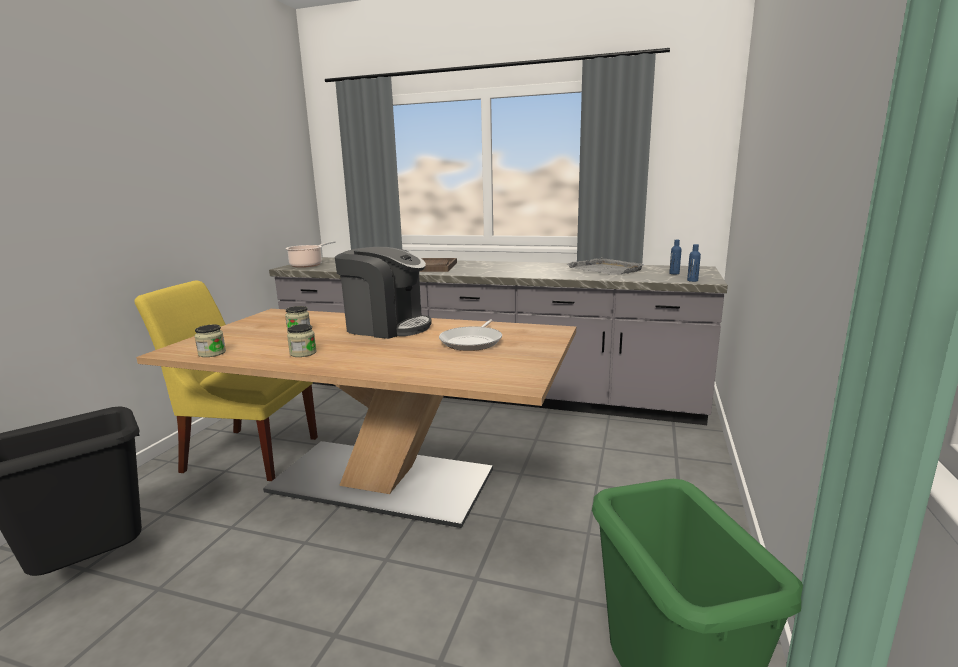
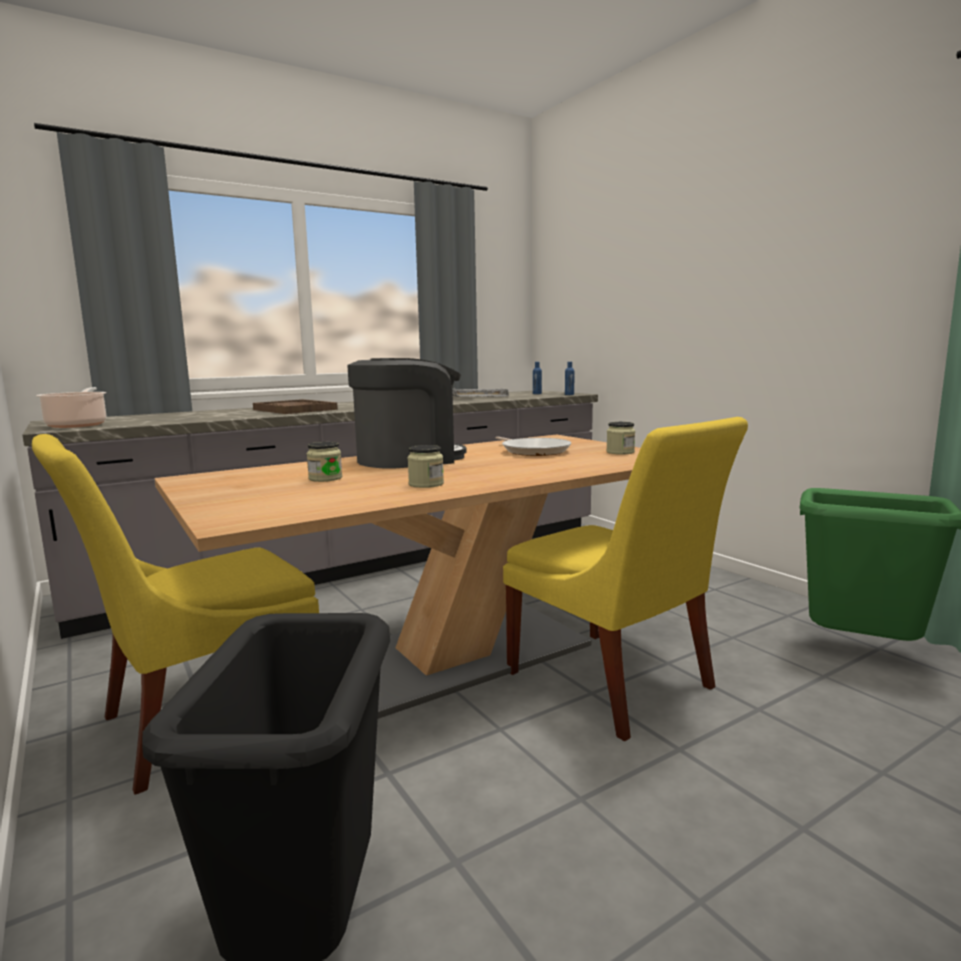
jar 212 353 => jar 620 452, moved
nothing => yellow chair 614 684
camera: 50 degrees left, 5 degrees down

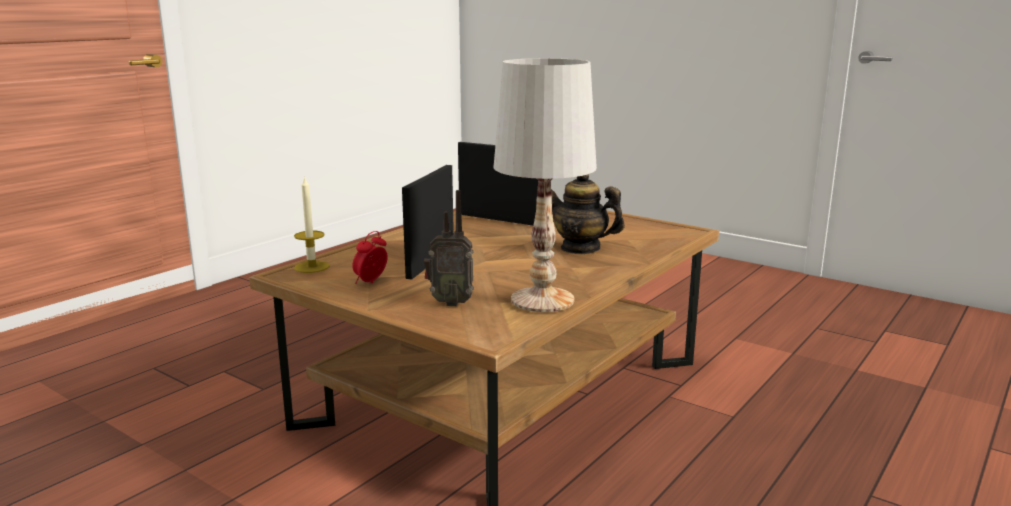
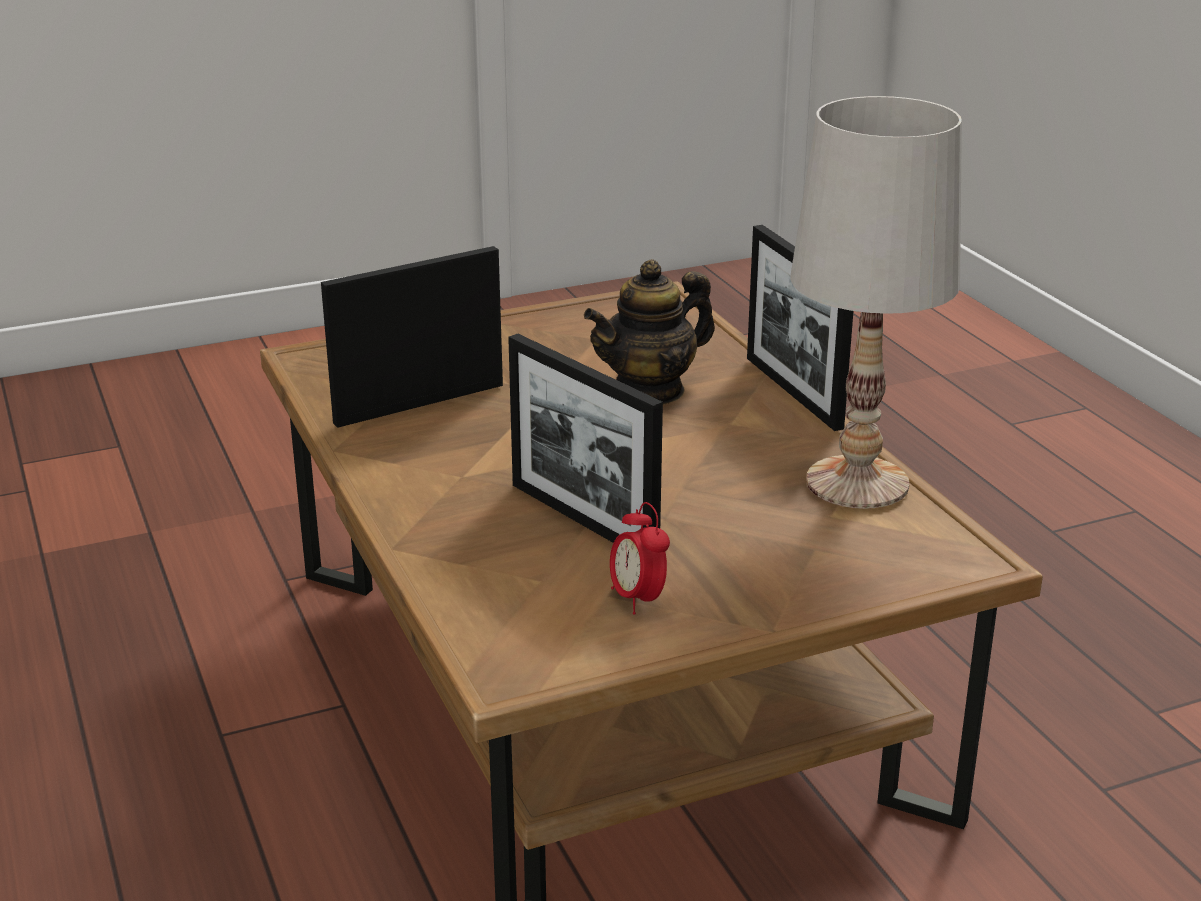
candle 311 267 => nothing
radio 450 302 => nothing
nothing => picture frame 793 392
camera: 60 degrees left, 10 degrees up

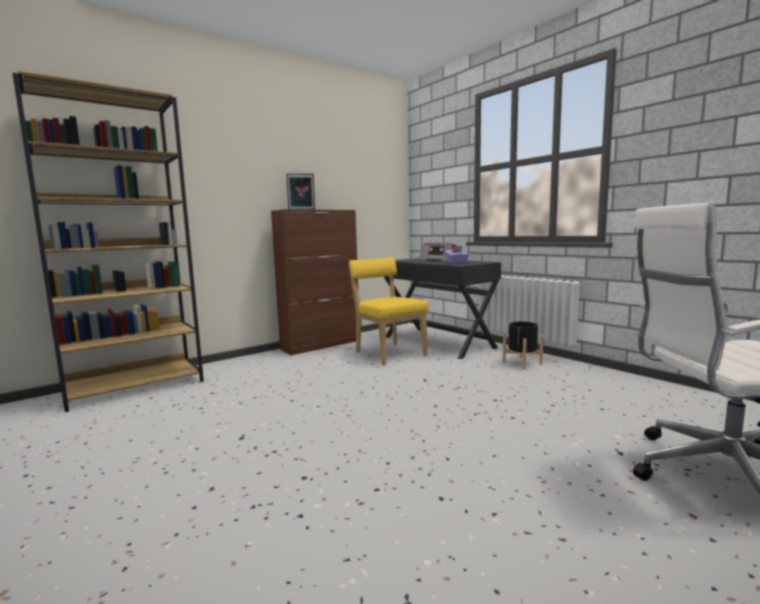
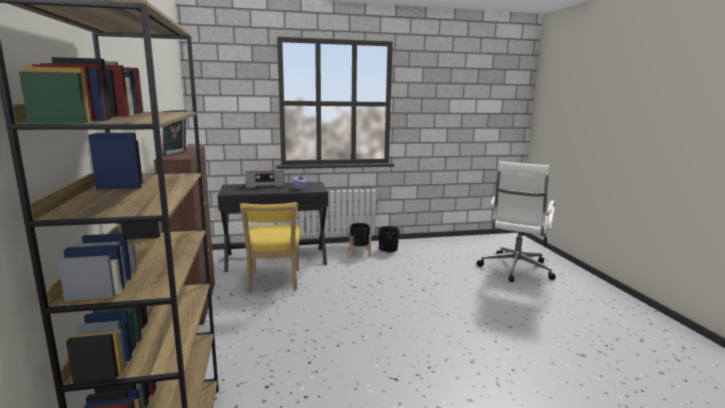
yellow chair 388 353 => yellow chair 273 282, 90 degrees counterclockwise
nothing => black planter 388 249
camera: 65 degrees left, 5 degrees up

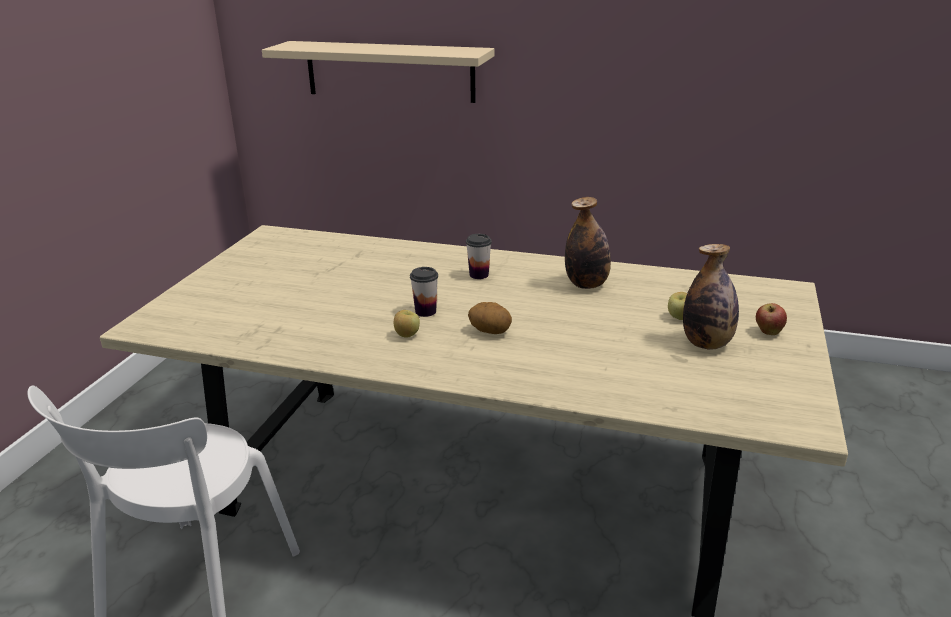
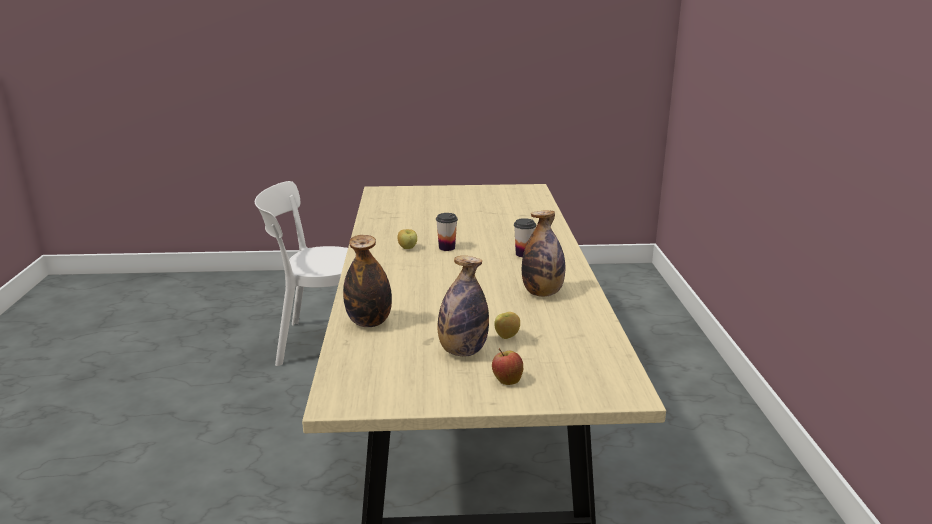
beige shelf 389 71 => nothing
potato 490 331 => nothing
nothing => bottle 369 322
camera: 70 degrees right, 5 degrees down

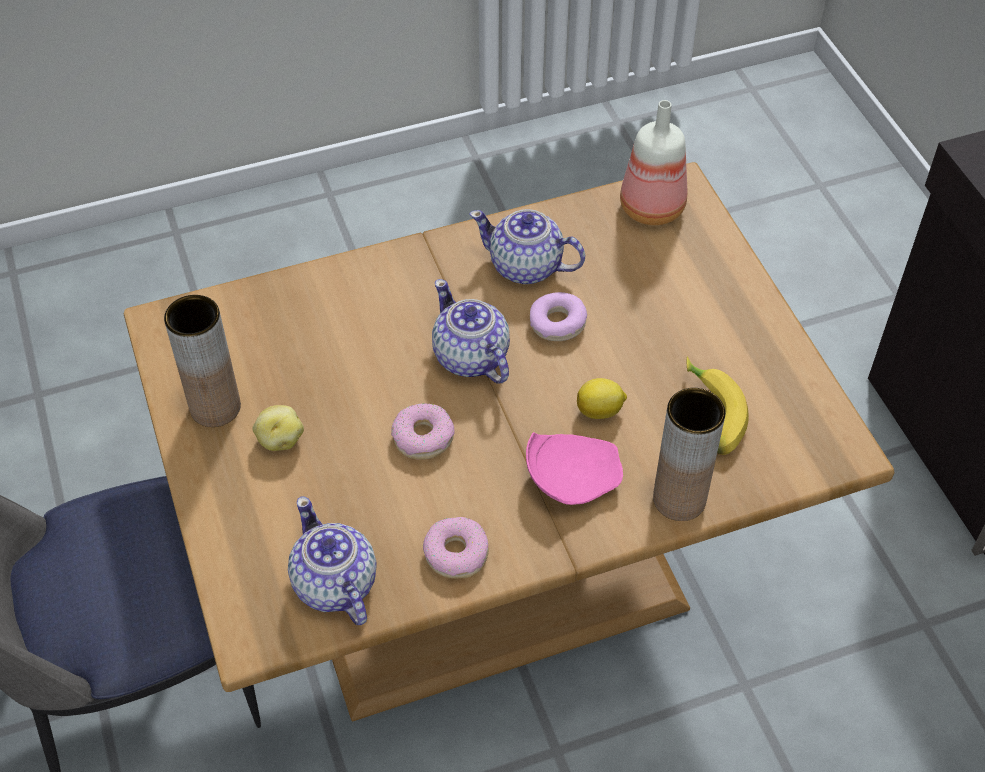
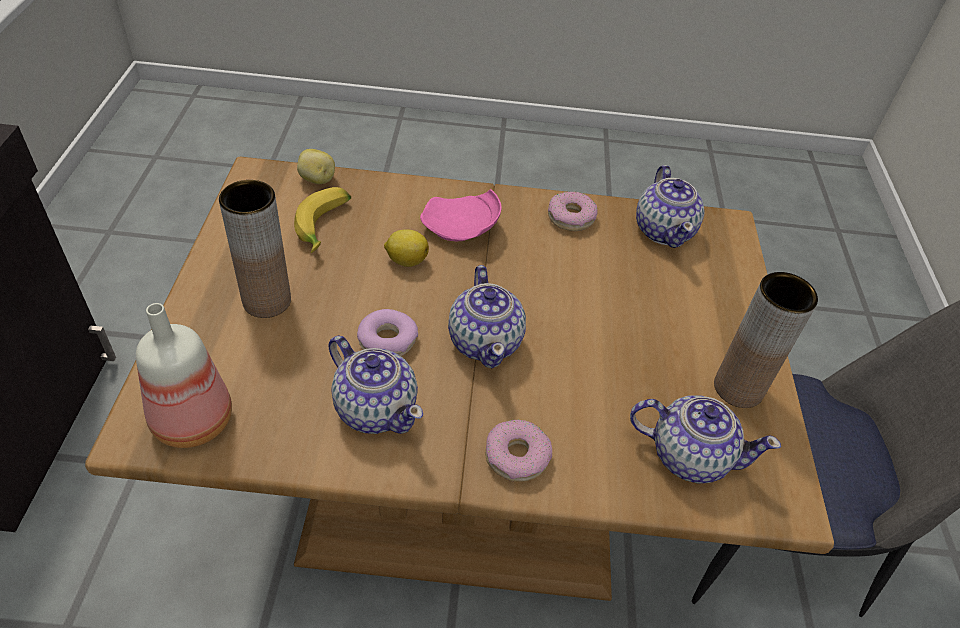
brown vase 679 499 => brown vase 267 301, moved
donut 423 437 => donut 517 456, moved
potato 280 439 => potato 317 180, moved
nothing => teapot 688 455
camera: 160 degrees left, 5 degrees down

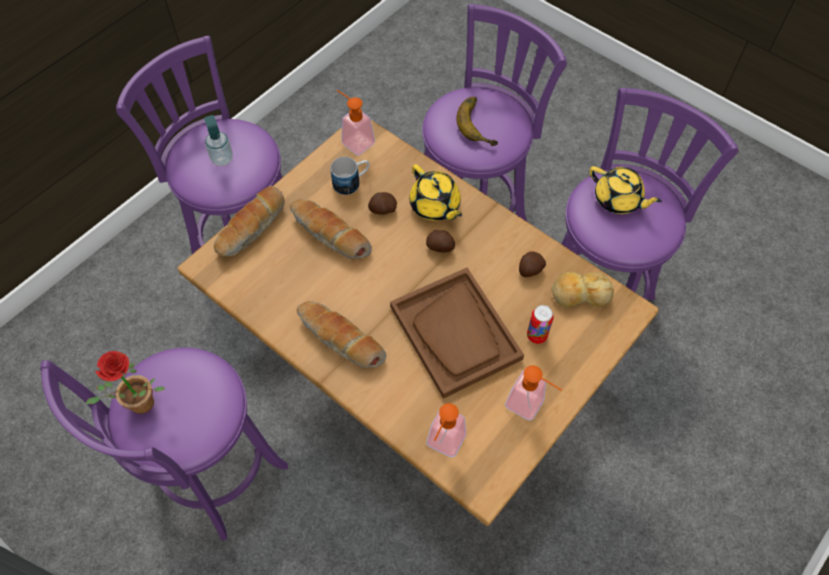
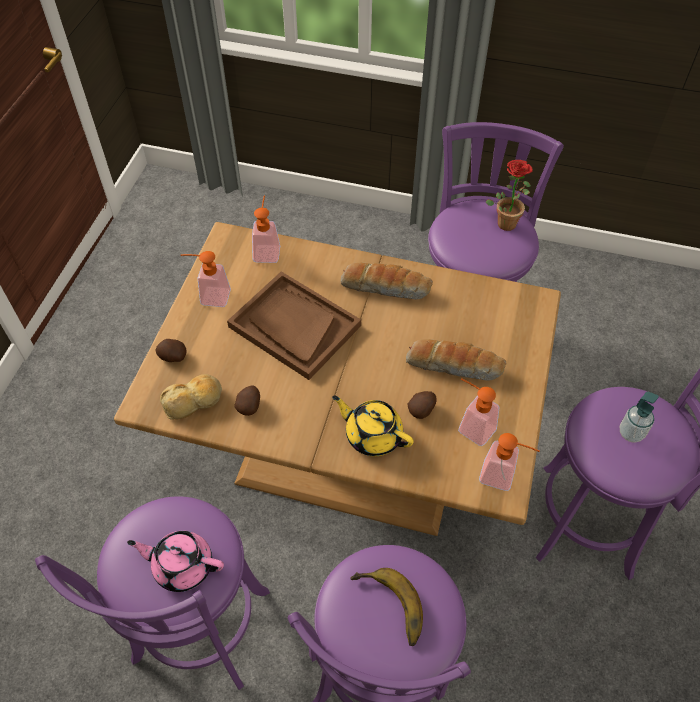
mug 352 182 => soap dispenser 471 426
yellow teapot 618 200 => pink teapot 182 565
bread 252 228 => nothing
potato 440 247 => potato 172 357, moved
can 536 336 => nothing
camera: 155 degrees right, 5 degrees down

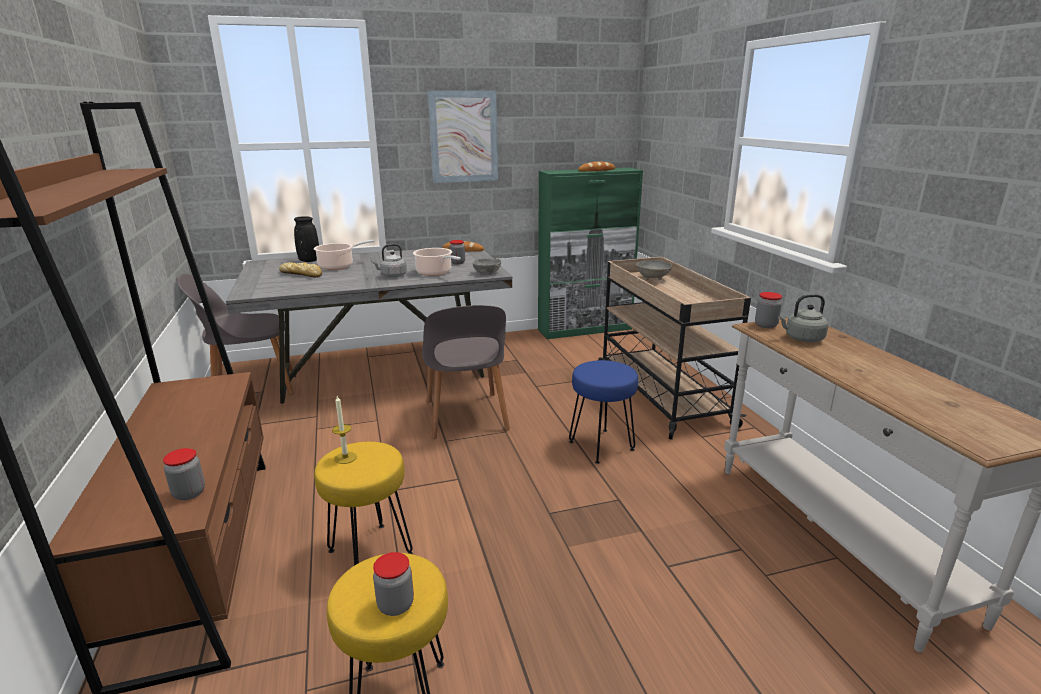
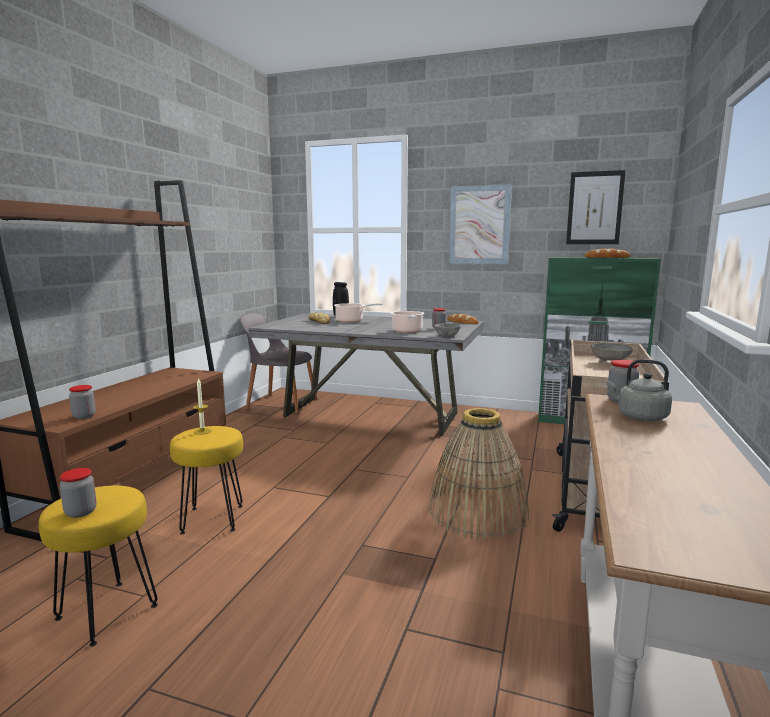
grey kettle 392 276 => nothing
grey chair 466 416 => nothing
blue stool 601 445 => basket 477 513
nothing => picture 594 208
camera: 35 degrees right, 10 degrees down

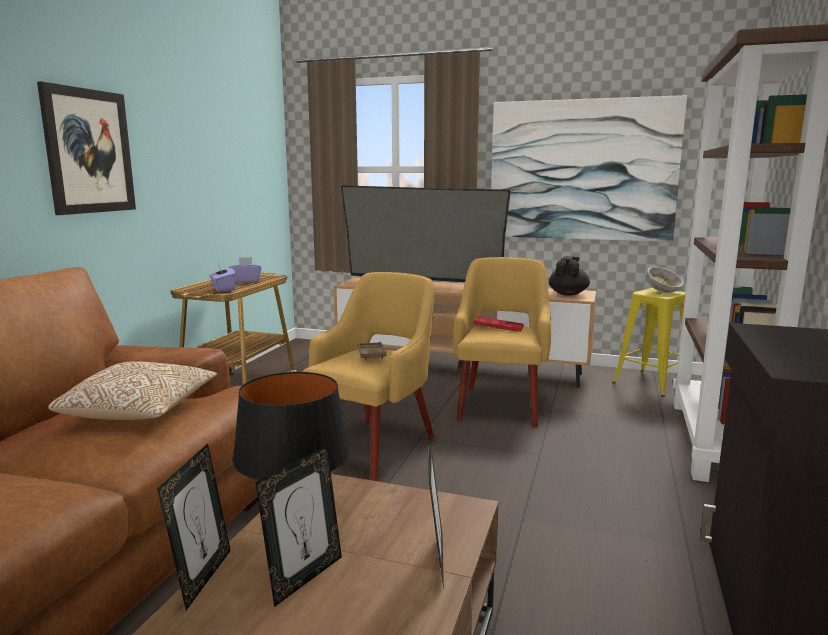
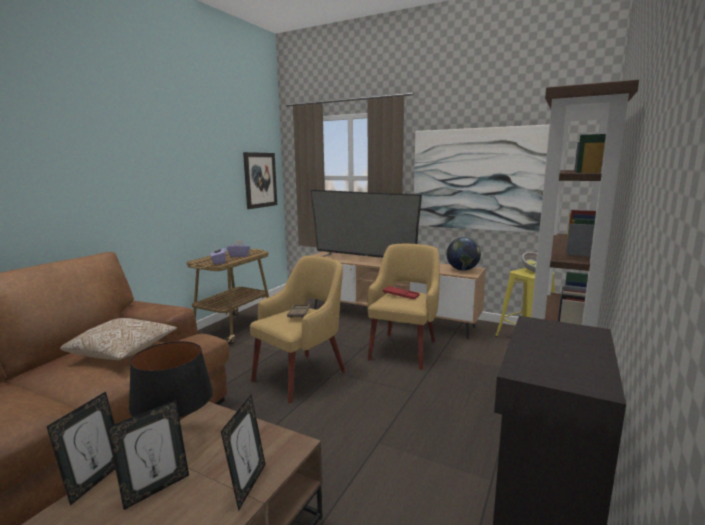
picture 89 151 => picture 260 180, moved
black teapot 568 294 => globe 462 270
camera: 10 degrees right, 0 degrees up

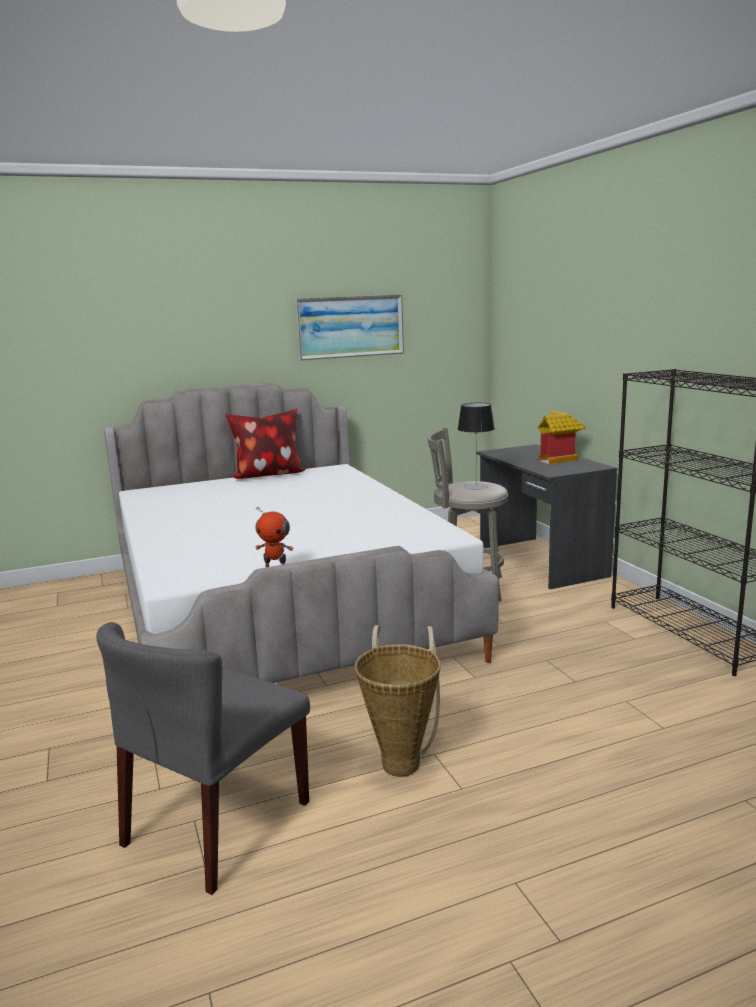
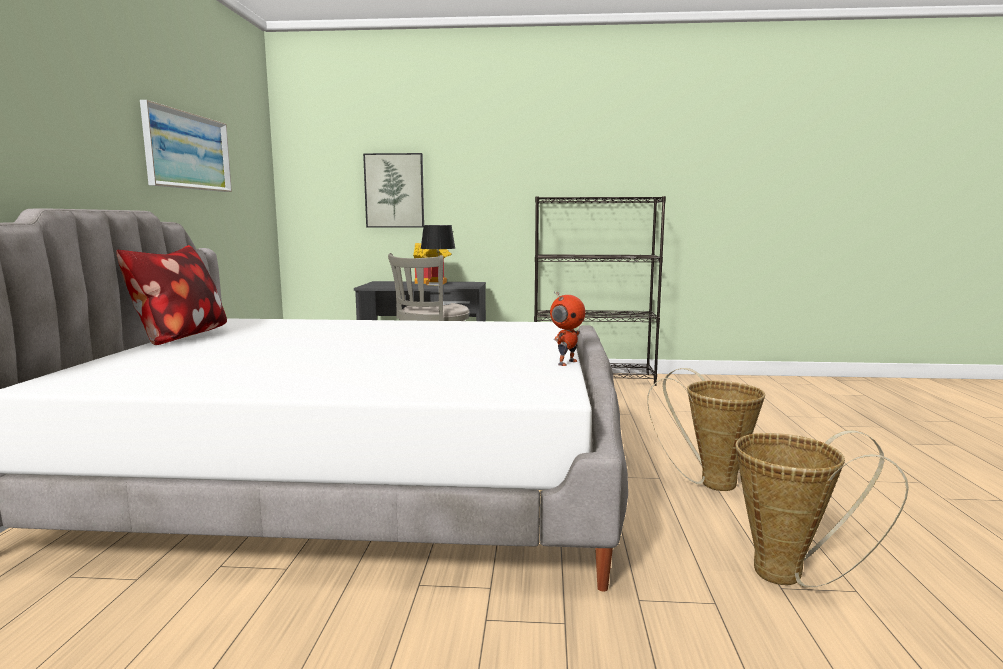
grey chair 217 824 => basket 790 576
nothing => picture 394 191
camera: 65 degrees left, 5 degrees down

